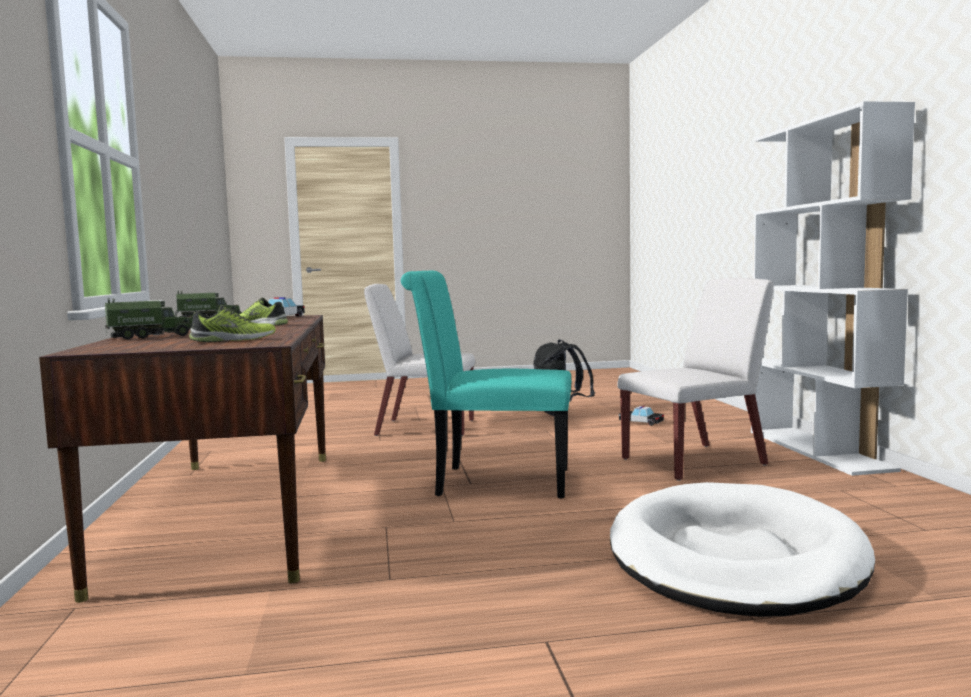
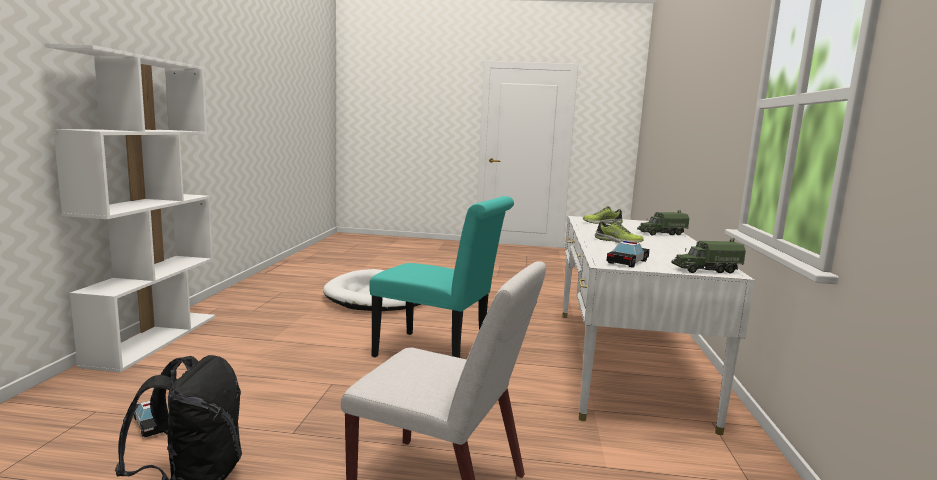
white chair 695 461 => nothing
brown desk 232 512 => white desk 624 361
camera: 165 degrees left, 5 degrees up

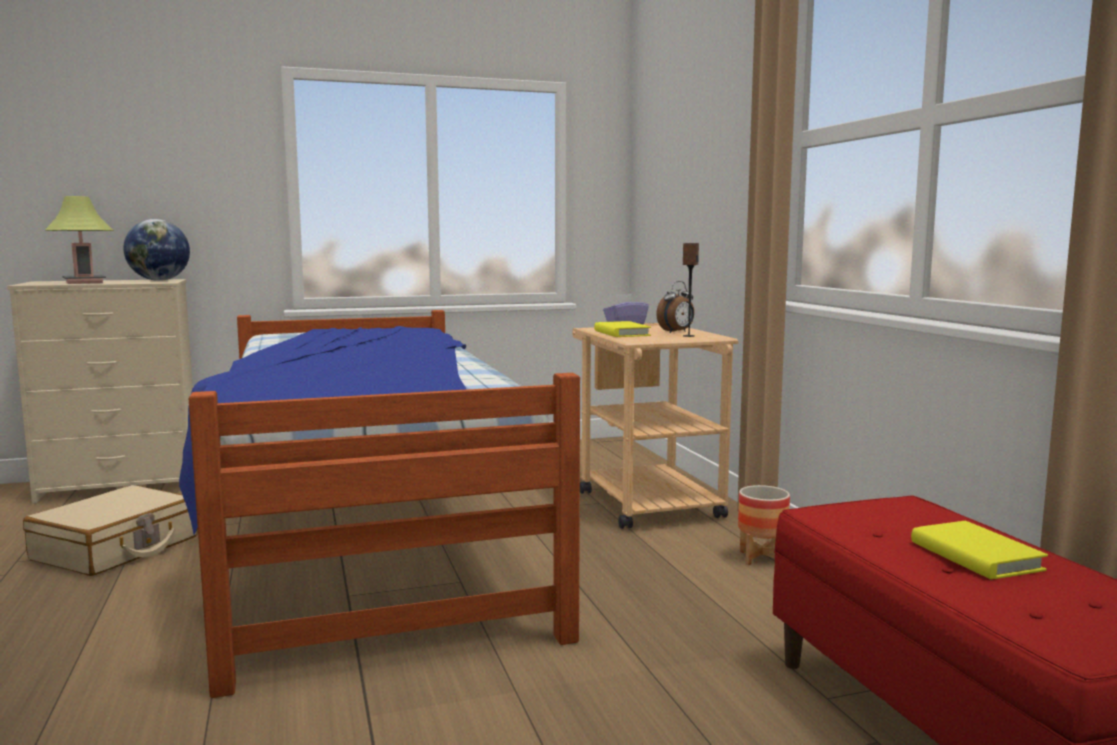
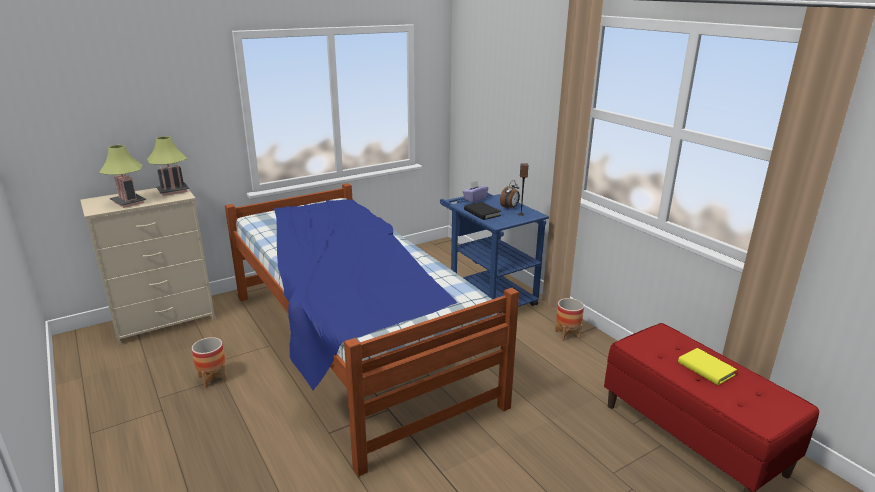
globe 159 280 => table lamp 173 191
yellow book 621 333 => black book 482 213
beige cart 643 500 => blue cart 487 295
beige suitcase 116 549 => planter 213 378
camera: 15 degrees left, 15 degrees up

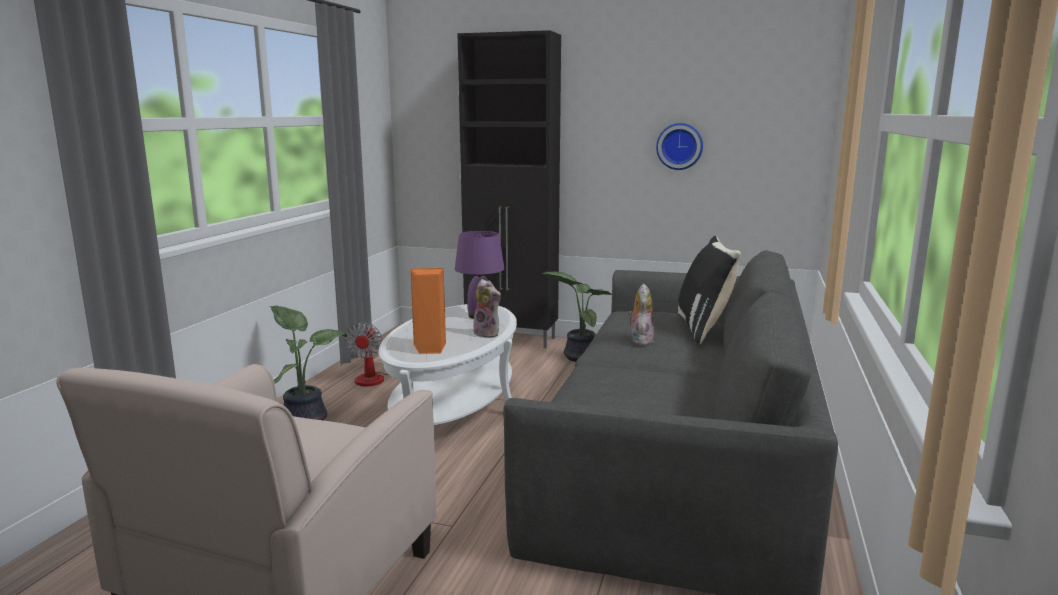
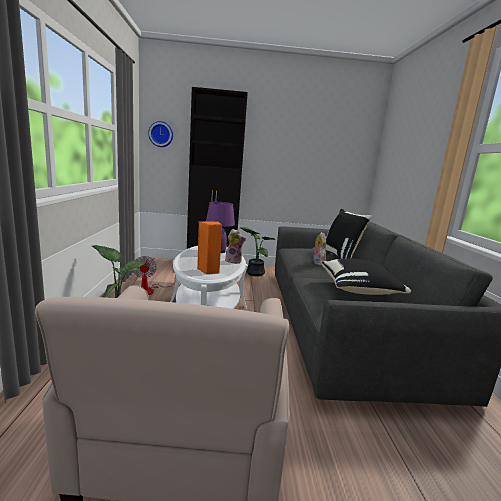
wall clock 679 146 => wall clock 161 134, moved
nothing => black pillow 359 290
camera: 20 degrees left, 0 degrees up

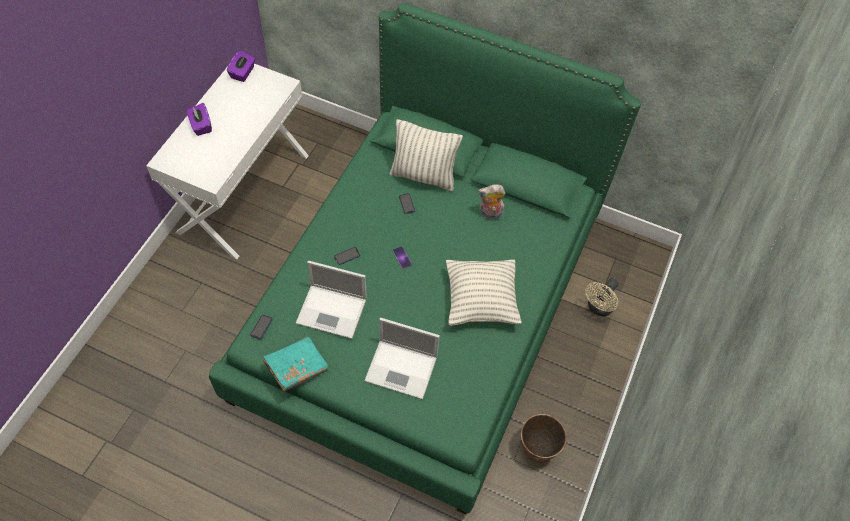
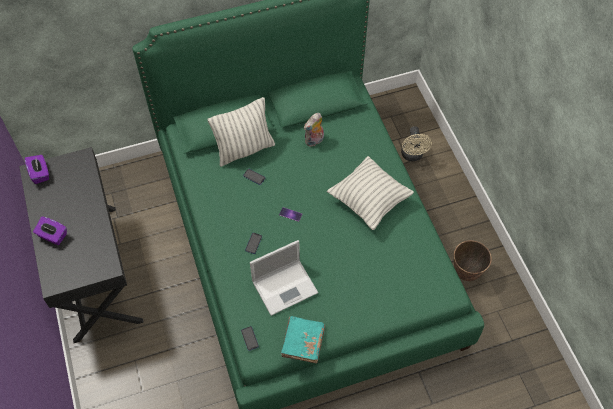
white desk 243 192 => black desk 94 272
laptop 402 369 => nothing
camera: 40 degrees left, 0 degrees up

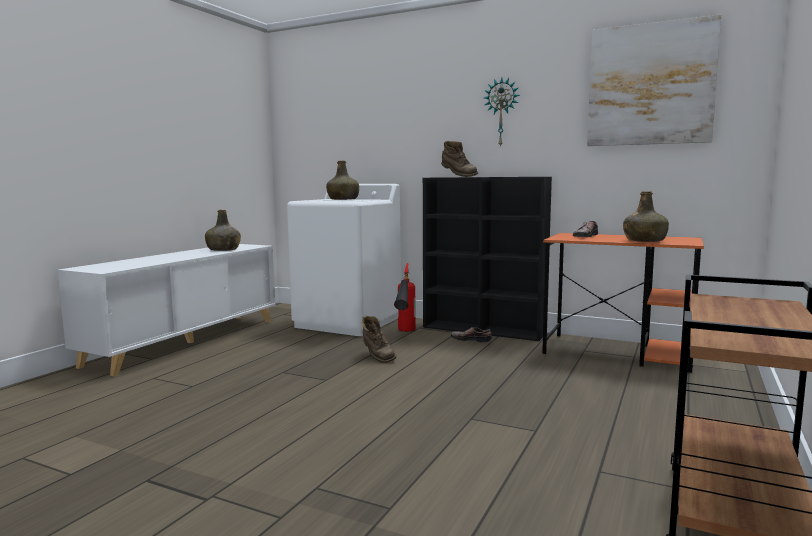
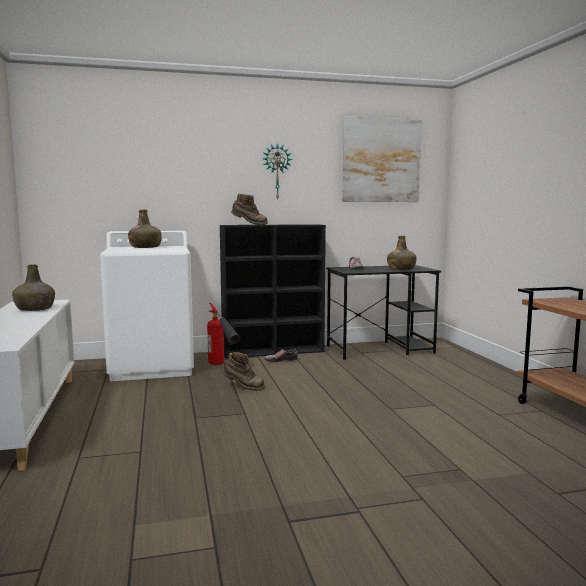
orange desk 618 352 => black desk 380 349
camera: 40 degrees left, 0 degrees up

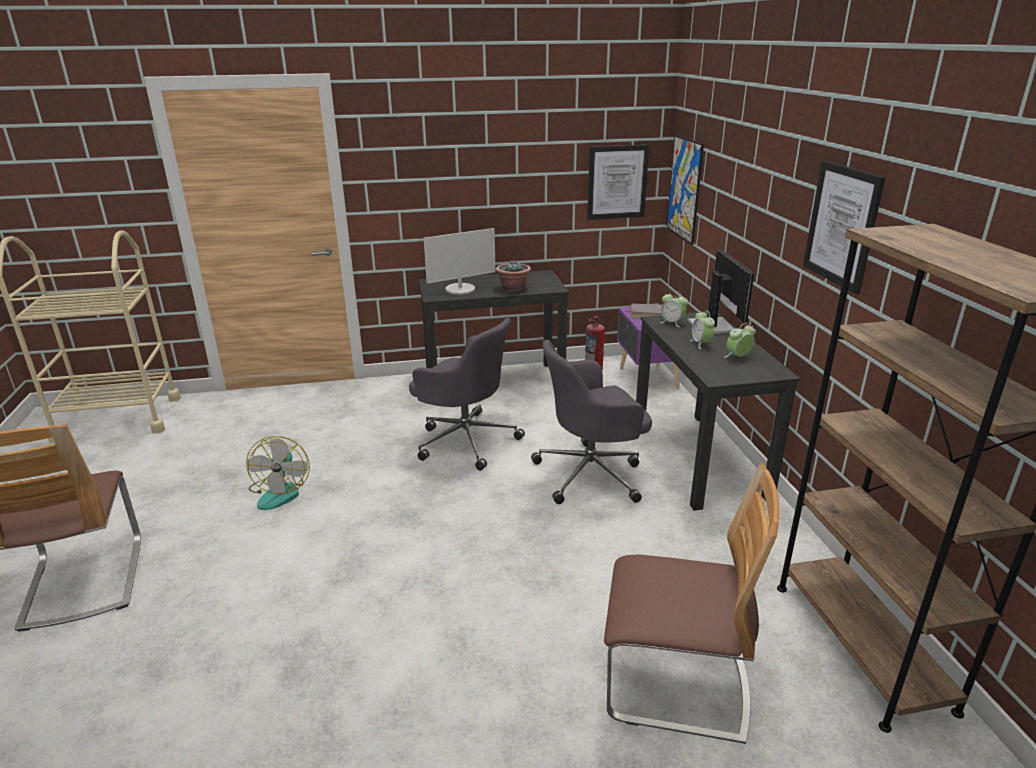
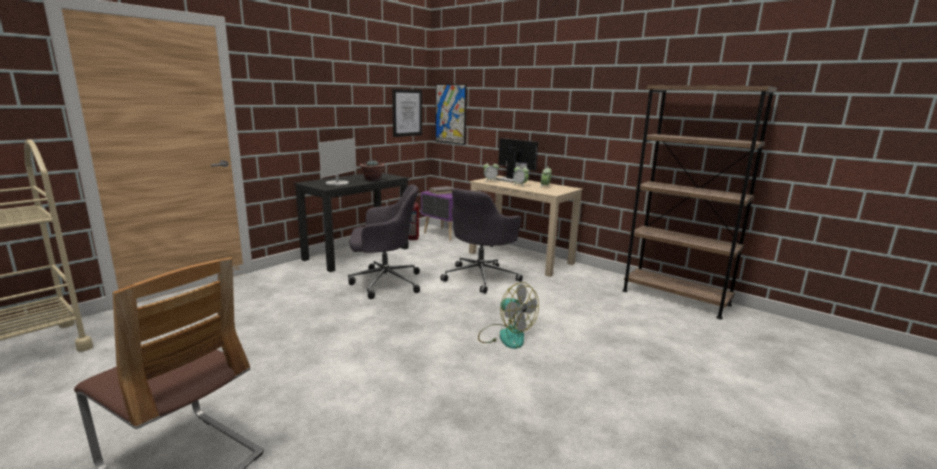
picture 842 225 => nothing
black desk 698 458 => beige desk 520 258
fan 281 492 => fan 505 335, moved
chair 675 684 => nothing
camera: 40 degrees left, 10 degrees down

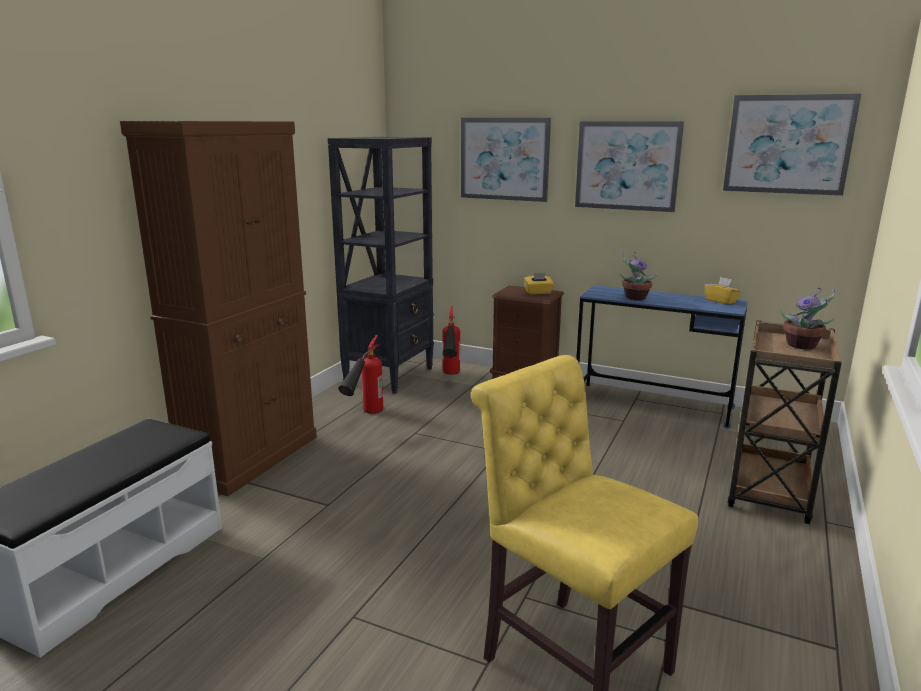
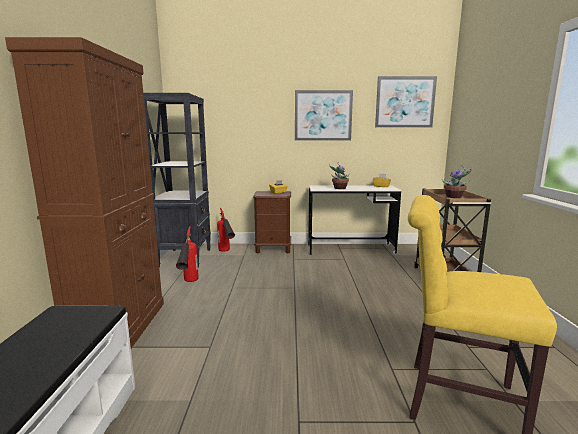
picture 504 159 => nothing
blue desk 652 405 => white desk 350 249
camera: 25 degrees left, 5 degrees down

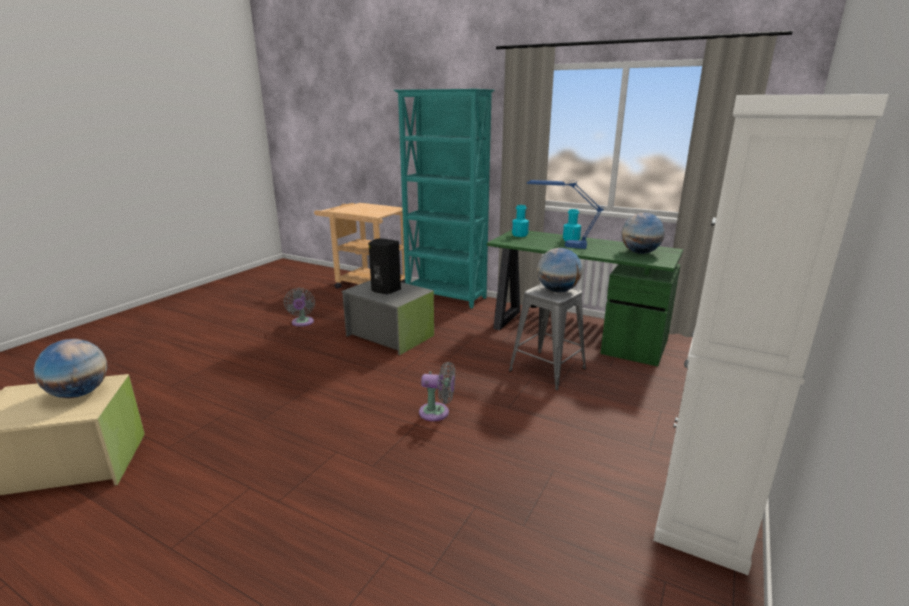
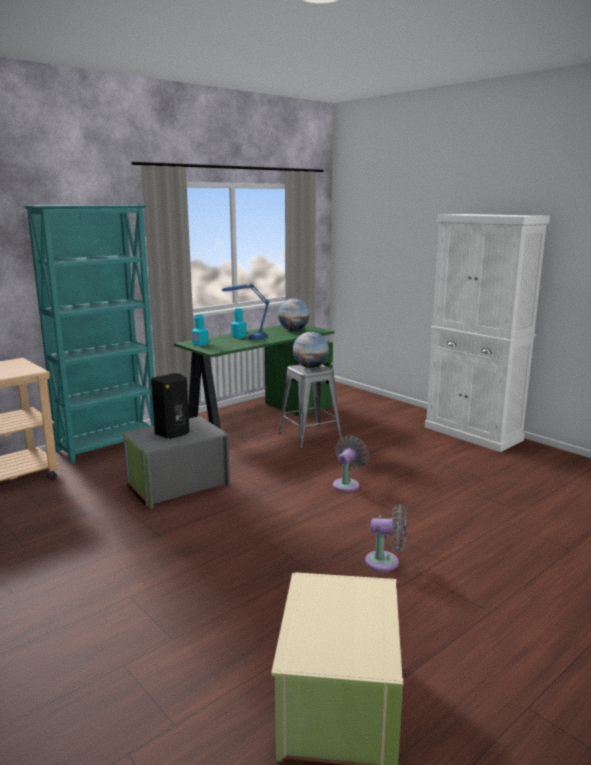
grey fan 302 323 => grey fan 386 562, moved
globe 79 393 => nothing
camera: 70 degrees left, 5 degrees down

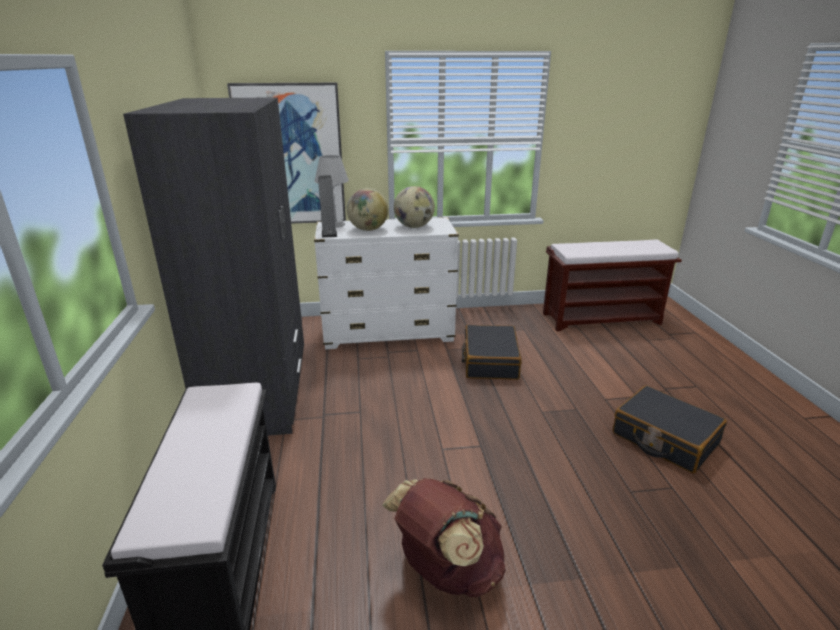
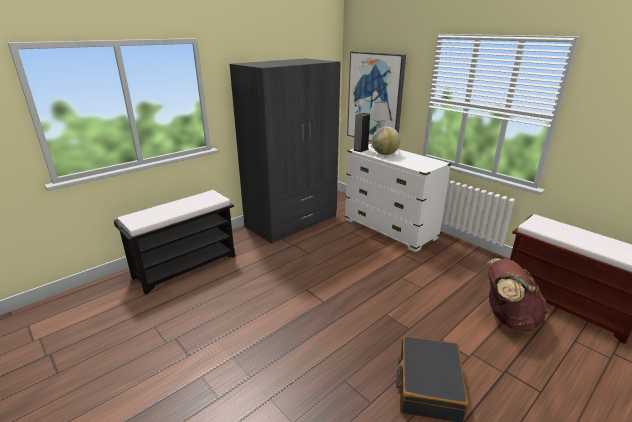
globe 414 227 => nothing
black suitcase 490 361 => nothing
brown backpack 447 571 => brown backpack 508 318, moved
camera: 55 degrees right, 0 degrees up

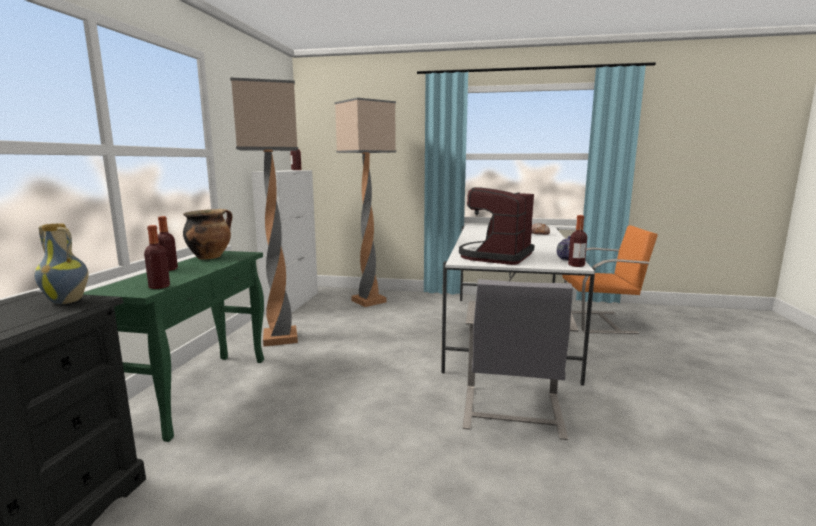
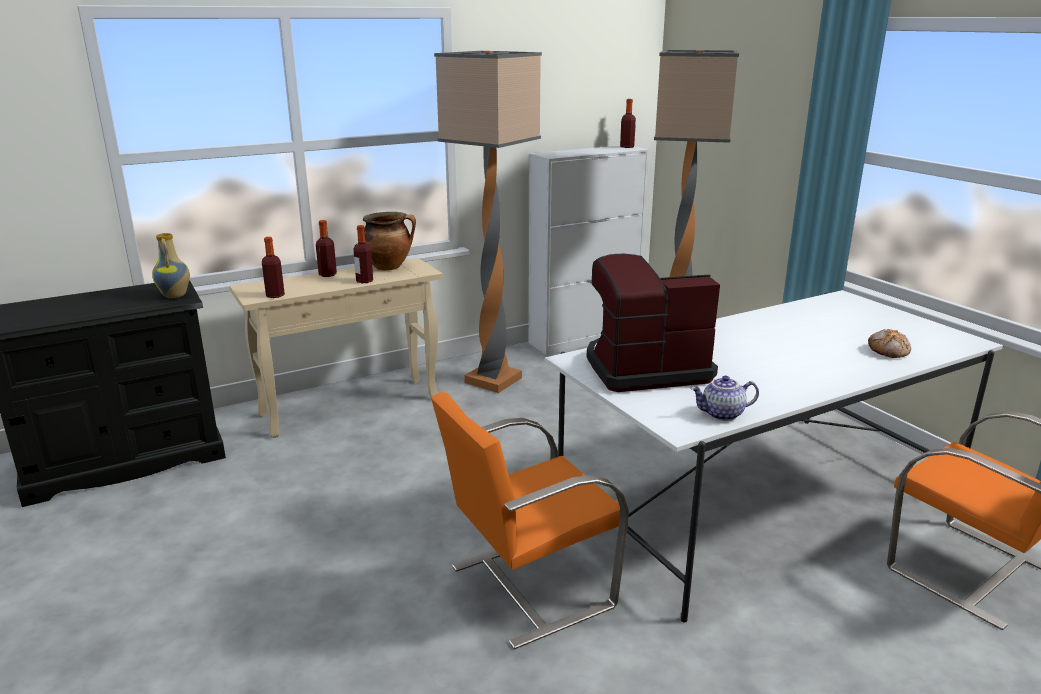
bottle 576 265 => bottle 364 281, moved
green console table 201 391 => beige console table 351 406
grey chair 511 412 => orange chair 528 586
camera: 50 degrees right, 10 degrees up

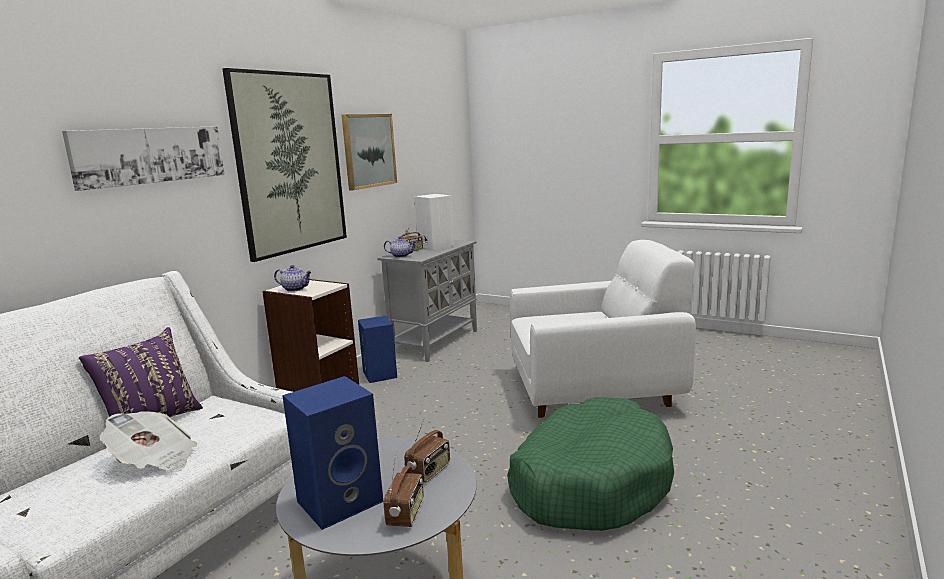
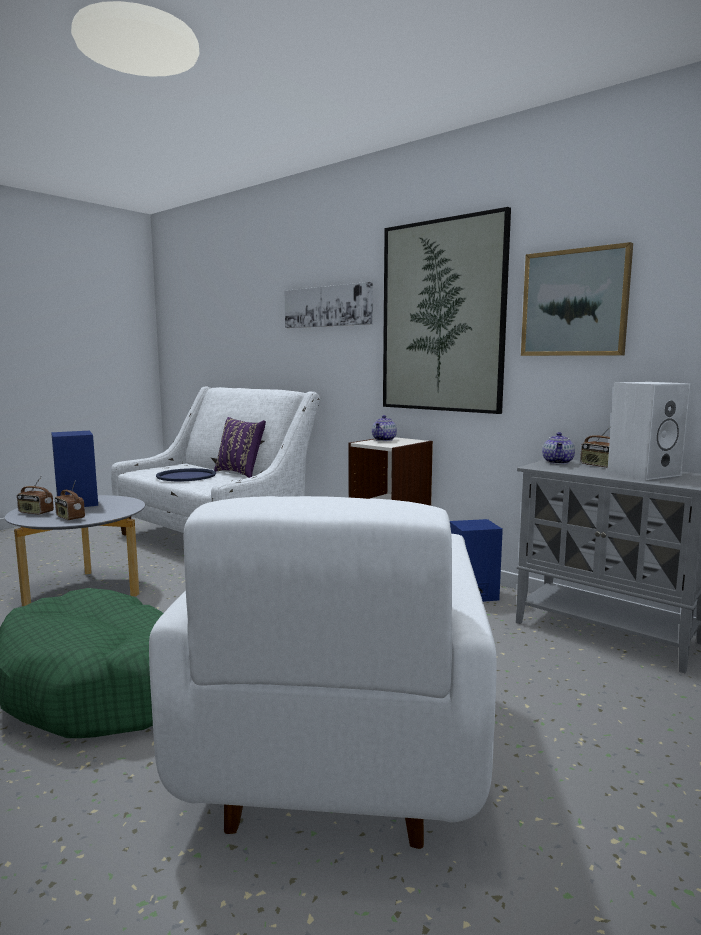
newspaper 154 461 => blue tray 186 476
camera: 100 degrees right, 5 degrees down

